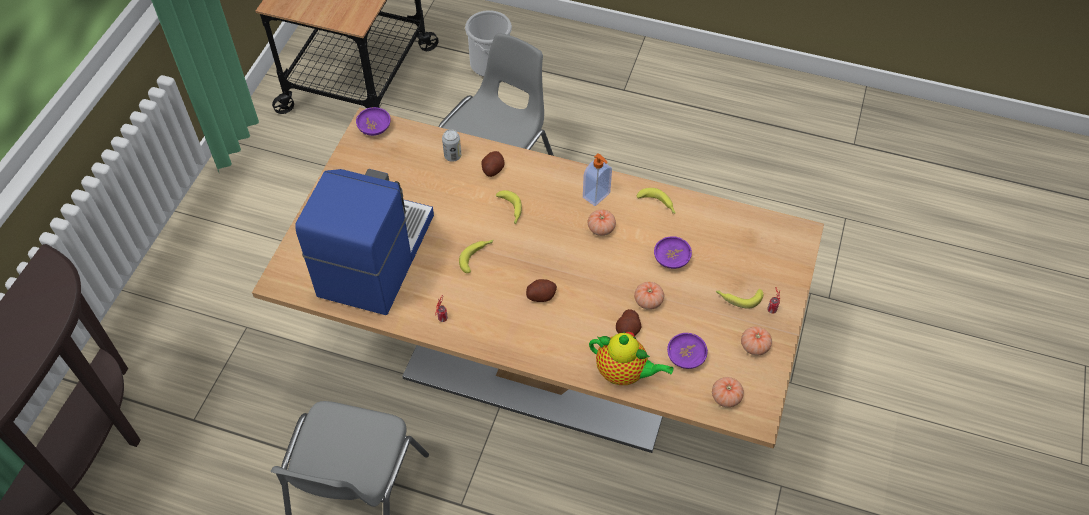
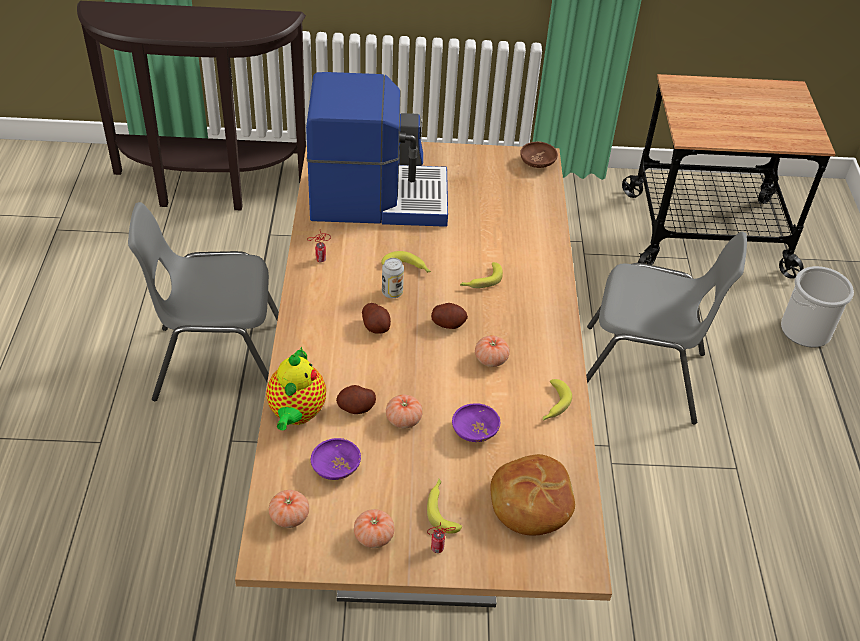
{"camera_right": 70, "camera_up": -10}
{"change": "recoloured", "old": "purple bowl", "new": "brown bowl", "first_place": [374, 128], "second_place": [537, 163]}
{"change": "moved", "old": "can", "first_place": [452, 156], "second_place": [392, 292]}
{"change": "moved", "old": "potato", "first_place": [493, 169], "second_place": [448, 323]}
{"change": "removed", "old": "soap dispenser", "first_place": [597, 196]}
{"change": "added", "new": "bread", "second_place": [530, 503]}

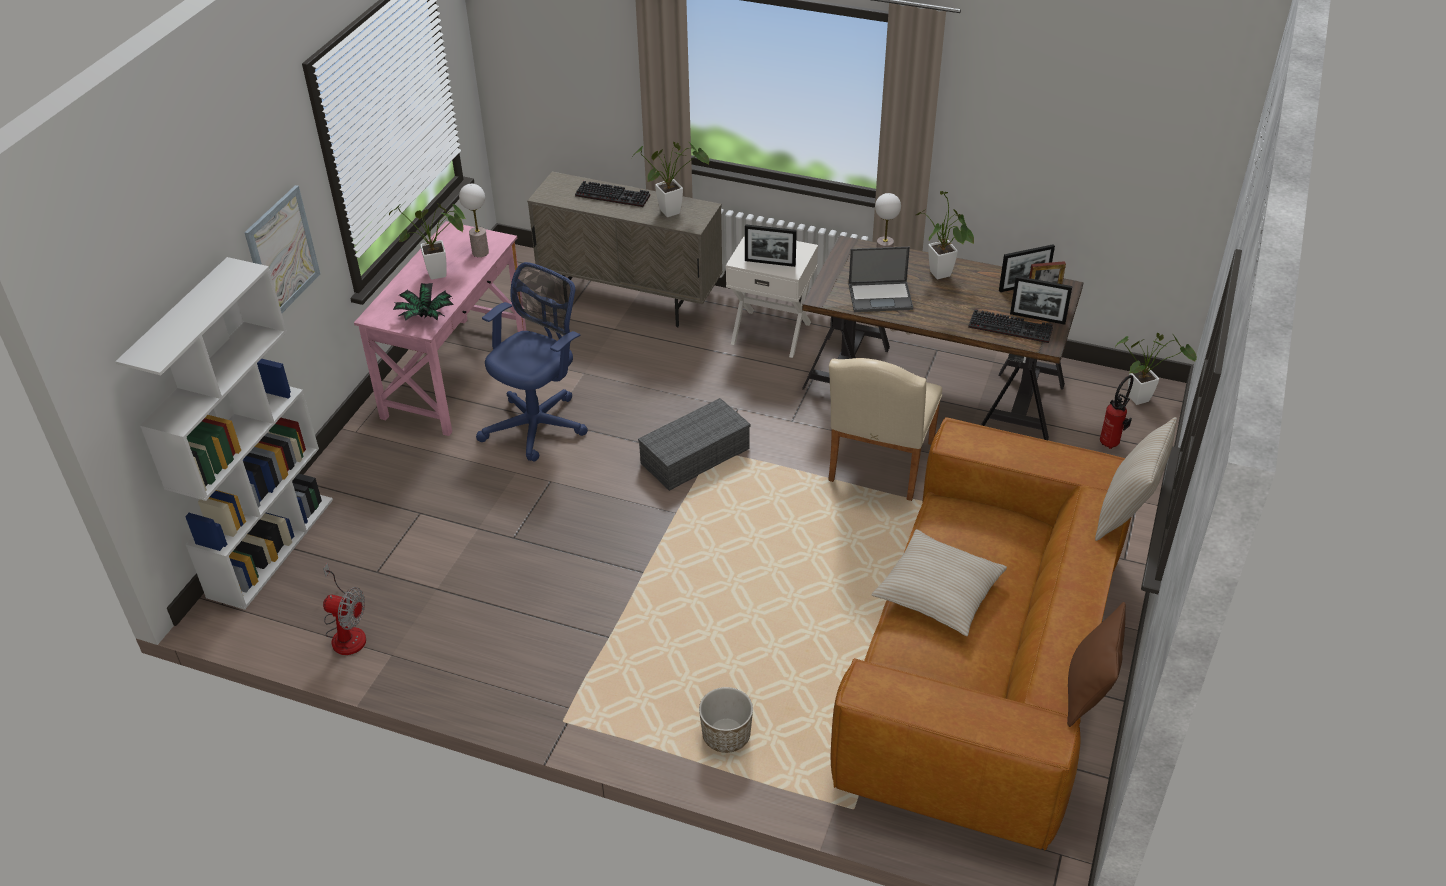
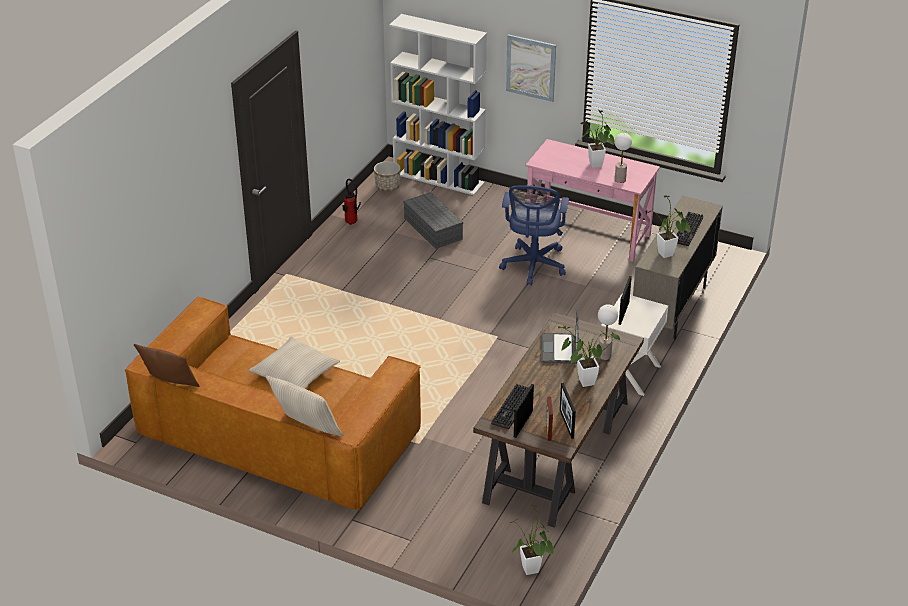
{"camera_right": 95, "camera_up": -5}
{"change": "turned", "old": "blue office chair", "first_place": [538, 424], "second_place": [533, 266], "degrees": 60}
{"change": "removed", "old": "potted plant", "first_place": [425, 316]}
{"change": "removed", "old": "beige chair", "first_place": [879, 467]}
{"change": "moved", "old": "fire extinguisher", "first_place": [1112, 442], "second_place": [351, 223]}
{"change": "moved", "old": "grey storage box", "first_place": [695, 454], "second_place": [434, 229]}
{"change": "removed", "old": "fan", "first_place": [346, 632]}
{"change": "moved", "old": "planter", "first_place": [726, 736], "second_place": [387, 186]}

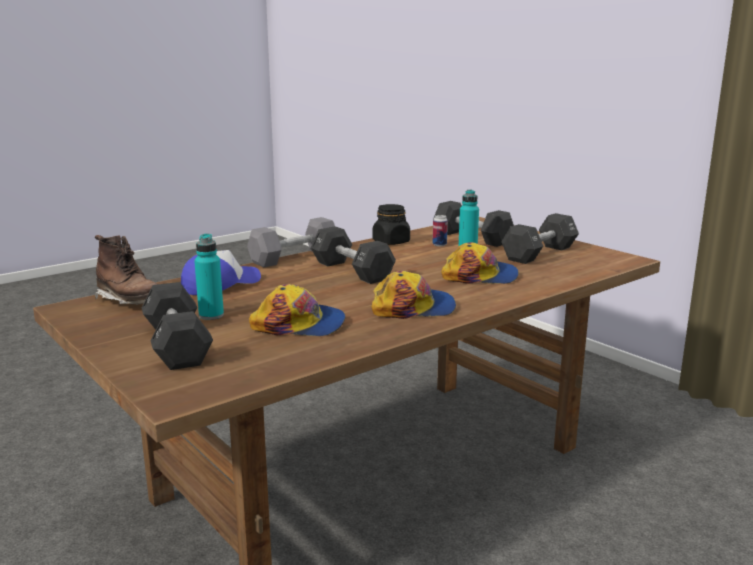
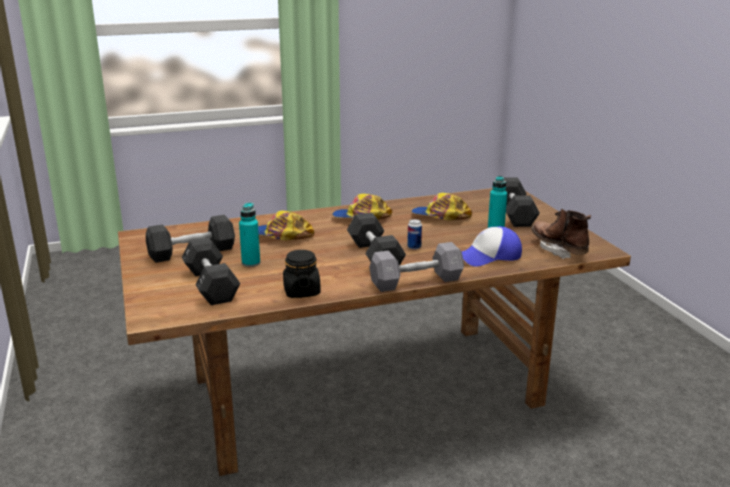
{"camera_right": -160, "camera_up": 5}
{"change": "moved", "old": "can", "first_place": [439, 245], "second_place": [414, 247]}

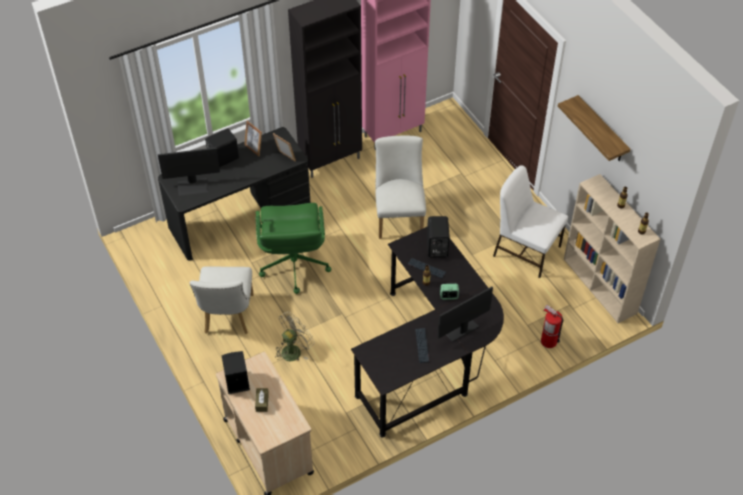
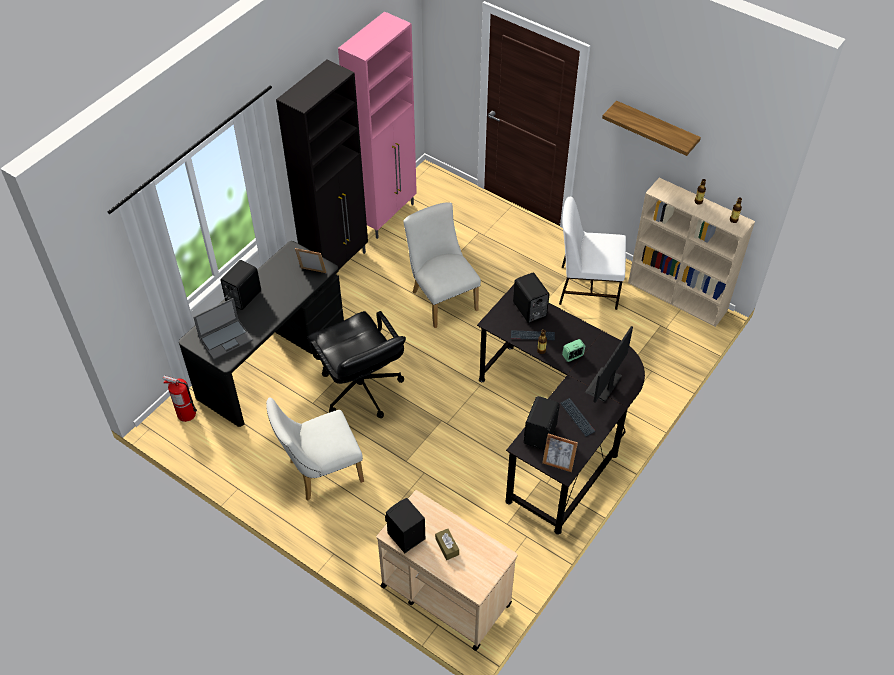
{"camera_right": -25, "camera_up": 0}
{"change": "moved", "old": "picture frame", "first_place": [254, 149], "second_place": [558, 464]}
{"change": "replaced", "old": "monitor", "new": "laptop", "first_place": [193, 186], "second_place": [226, 338]}
{"change": "recoloured", "old": "green office chair", "new": "black office chair", "first_place": [293, 266], "second_place": [361, 389]}
{"change": "turned", "old": "white chair", "first_place": [227, 318], "second_place": [320, 473], "degrees": 90}
{"change": "moved", "old": "fire extinguisher", "first_place": [548, 341], "second_place": [186, 414]}
{"change": "removed", "old": "beige fan", "first_place": [294, 350]}
{"change": "added", "new": "black speaker", "second_place": [541, 434]}

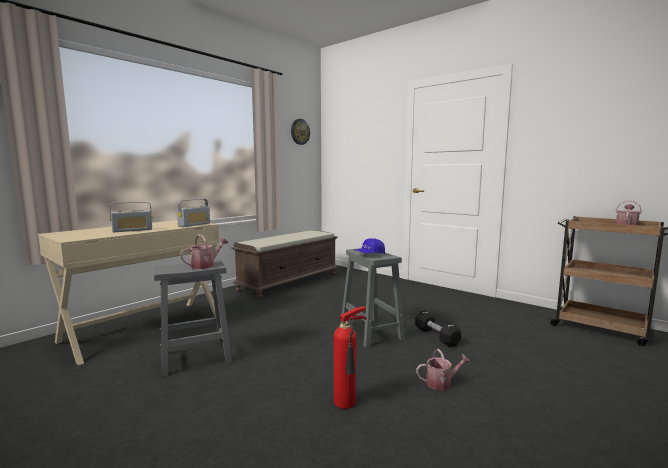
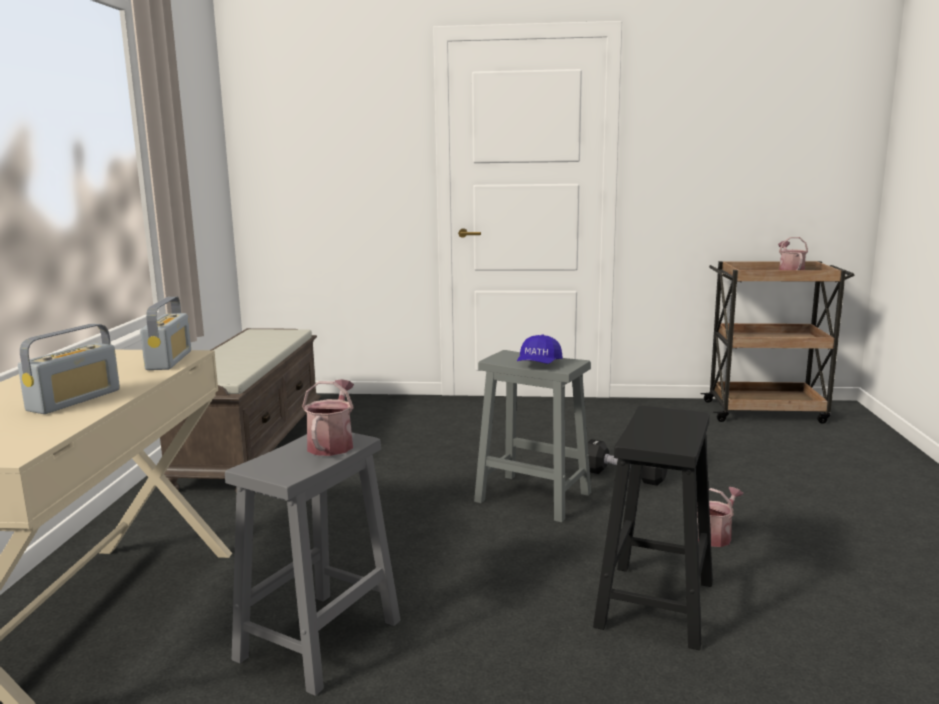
{"camera_right": -35, "camera_up": 5}
{"change": "removed", "old": "wall clock", "first_place": [300, 131]}
{"change": "replaced", "old": "fire extinguisher", "new": "black stool", "first_place": [347, 402], "second_place": [655, 605]}

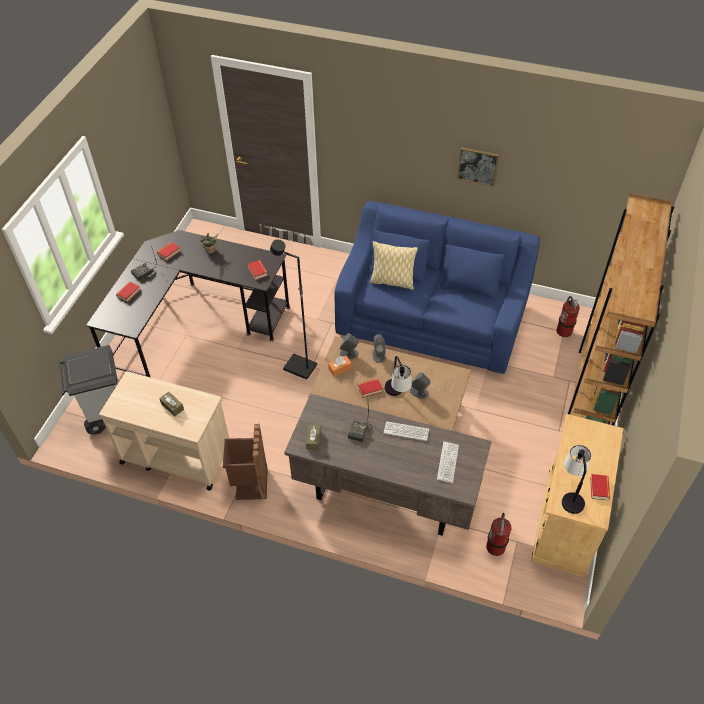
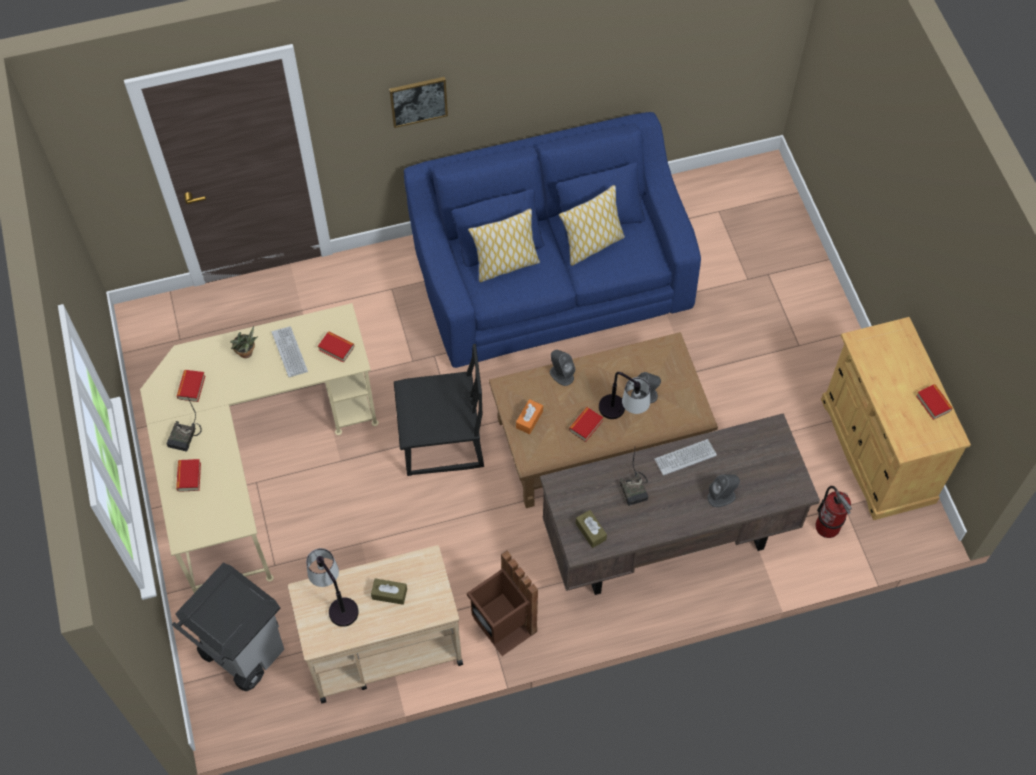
{"camera_right": -35, "camera_up": 10}
{"change": "moved", "old": "picture", "first_place": [478, 166], "second_place": [418, 101]}
{"change": "removed", "old": "brown bookcase", "first_place": [592, 393]}
{"change": "recoloured", "old": "black desk", "new": "beige desk", "first_place": [194, 324], "second_place": [254, 461]}
{"change": "replaced", "old": "black floor lamp", "new": "black chair", "first_place": [299, 368], "second_place": [442, 441]}
{"change": "removed", "old": "fire extinguisher", "first_place": [564, 331]}
{"change": "moved", "old": "grey speaker", "first_place": [349, 353], "second_place": [721, 497]}
{"change": "moved", "old": "keyboard", "first_place": [447, 462], "second_place": [289, 352]}
{"change": "moved", "old": "table lamp", "first_place": [570, 494], "second_place": [335, 601]}
{"change": "added", "new": "pillow", "second_place": [591, 245]}

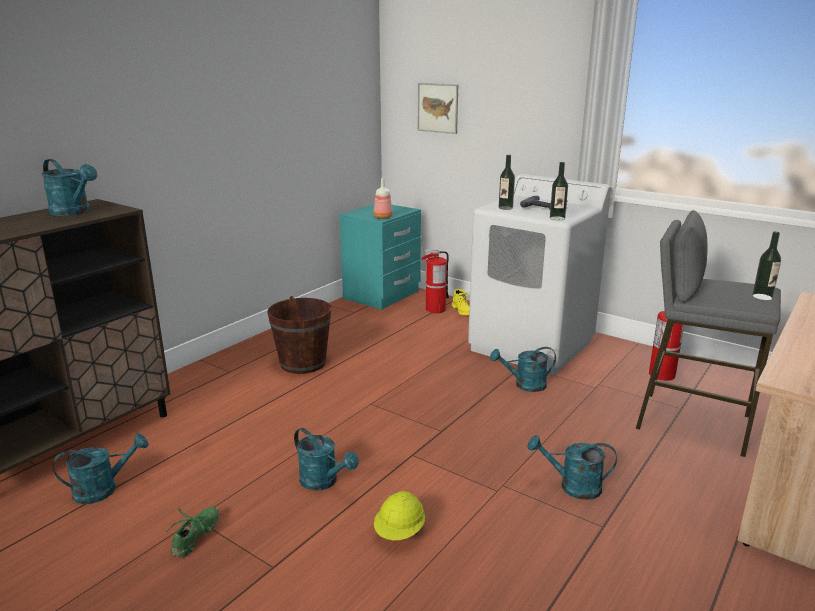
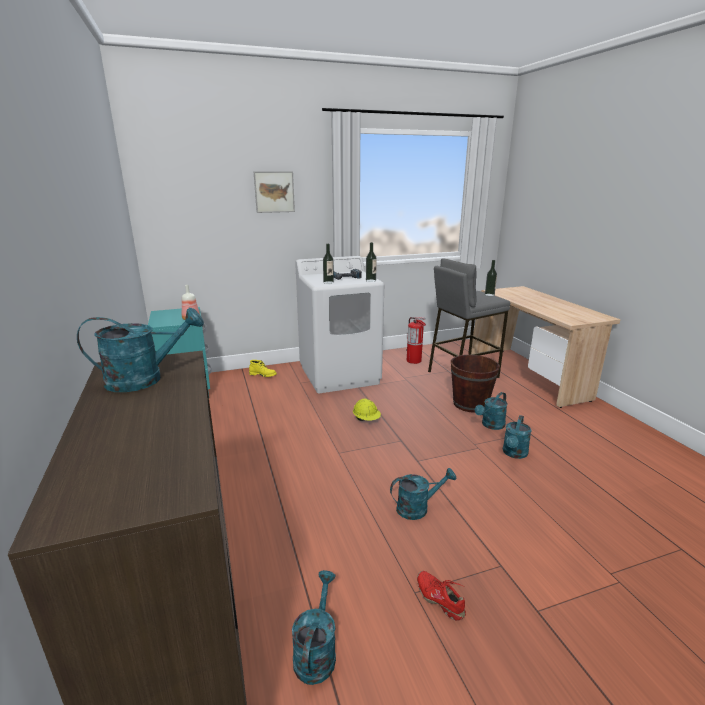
{"camera_right": -55, "camera_up": 0}
{"change": "moved", "old": "picture", "first_place": [437, 108], "second_place": [274, 192]}
{"change": "removed", "old": "fire extinguisher", "first_place": [435, 309]}
{"change": "moved", "old": "brown bucket", "first_place": [303, 363], "second_place": [470, 404]}
{"change": "moved", "old": "turquoise watering can", "first_place": [524, 385], "second_place": [514, 454]}
{"change": "moved", "old": "yellow hard hat", "first_place": [400, 532], "second_place": [366, 420]}
{"change": "recoloured", "old": "green shoe", "new": "red shoe", "first_place": [196, 537], "second_place": [440, 599]}

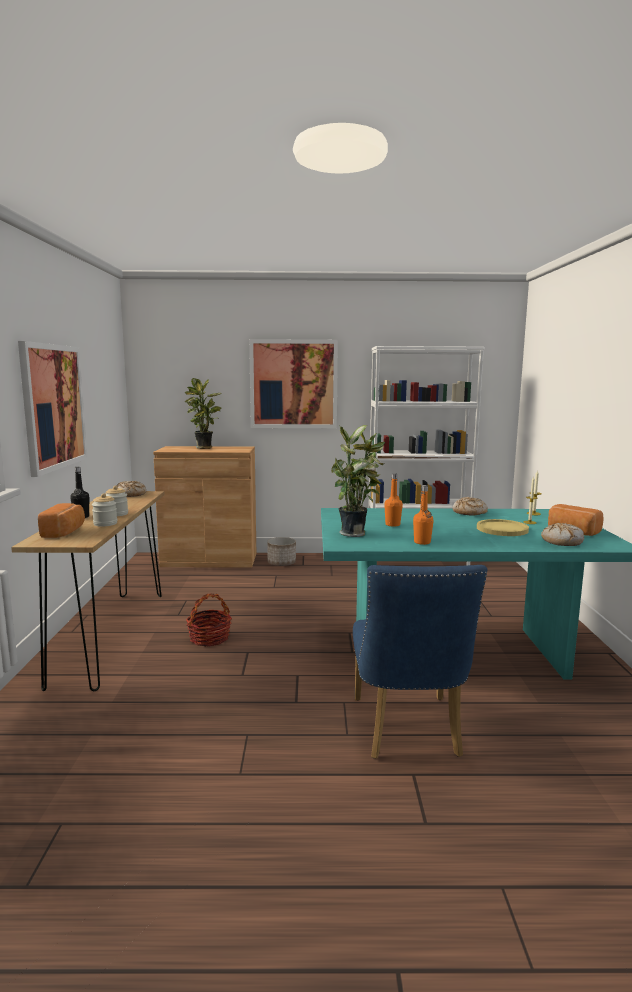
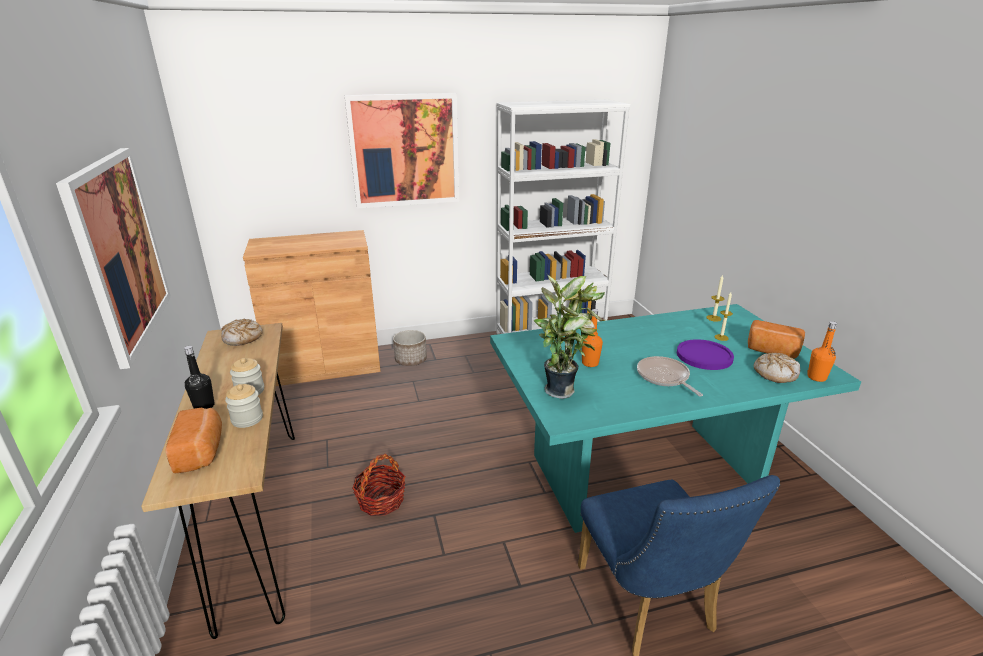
{"camera_right": -15, "camera_up": 15}
{"change": "removed", "old": "potted plant", "first_place": [204, 448]}
{"change": "moved", "old": "orange bottle", "first_place": [422, 542], "second_place": [816, 377]}
{"change": "removed", "old": "bread", "first_place": [469, 512]}
{"change": "recoloured", "old": "yellow plate", "new": "purple plate", "first_place": [502, 529], "second_place": [704, 356]}
{"change": "added", "new": "frying pan", "second_place": [664, 377]}

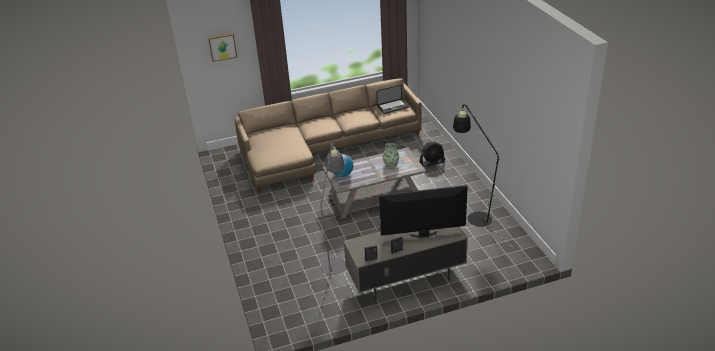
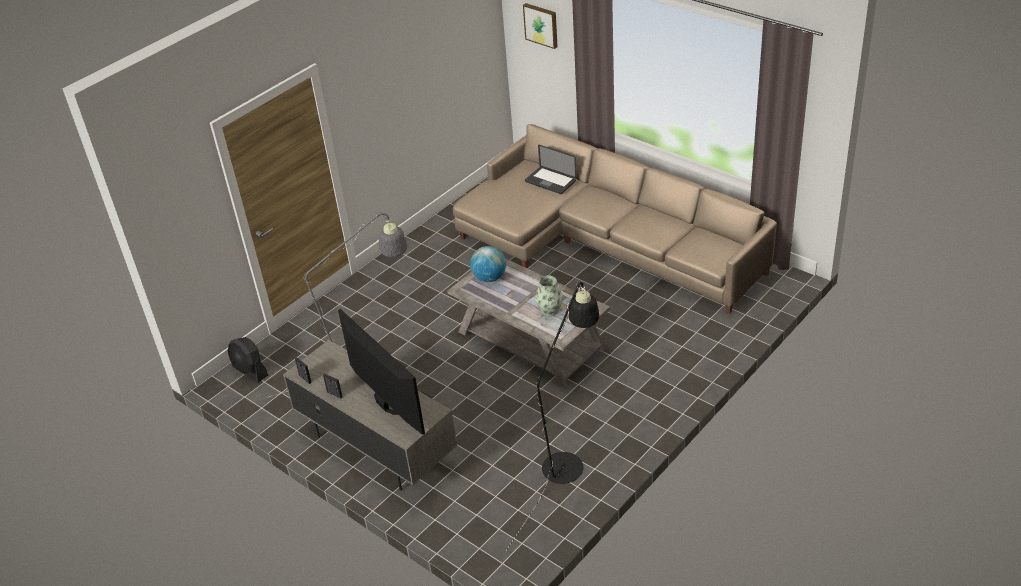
{"camera_right": 60, "camera_up": 5}
{"change": "moved", "old": "laptop", "first_place": [393, 107], "second_place": [550, 181]}
{"change": "moved", "old": "black fan", "first_place": [432, 163], "second_place": [250, 371]}

